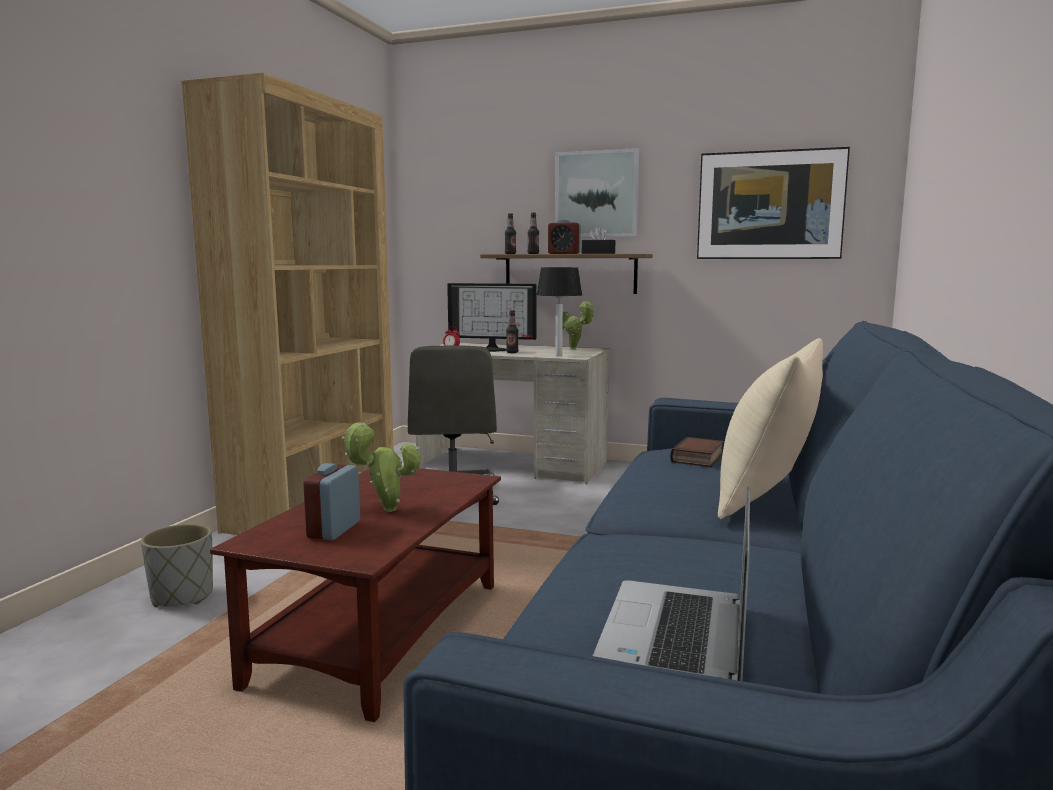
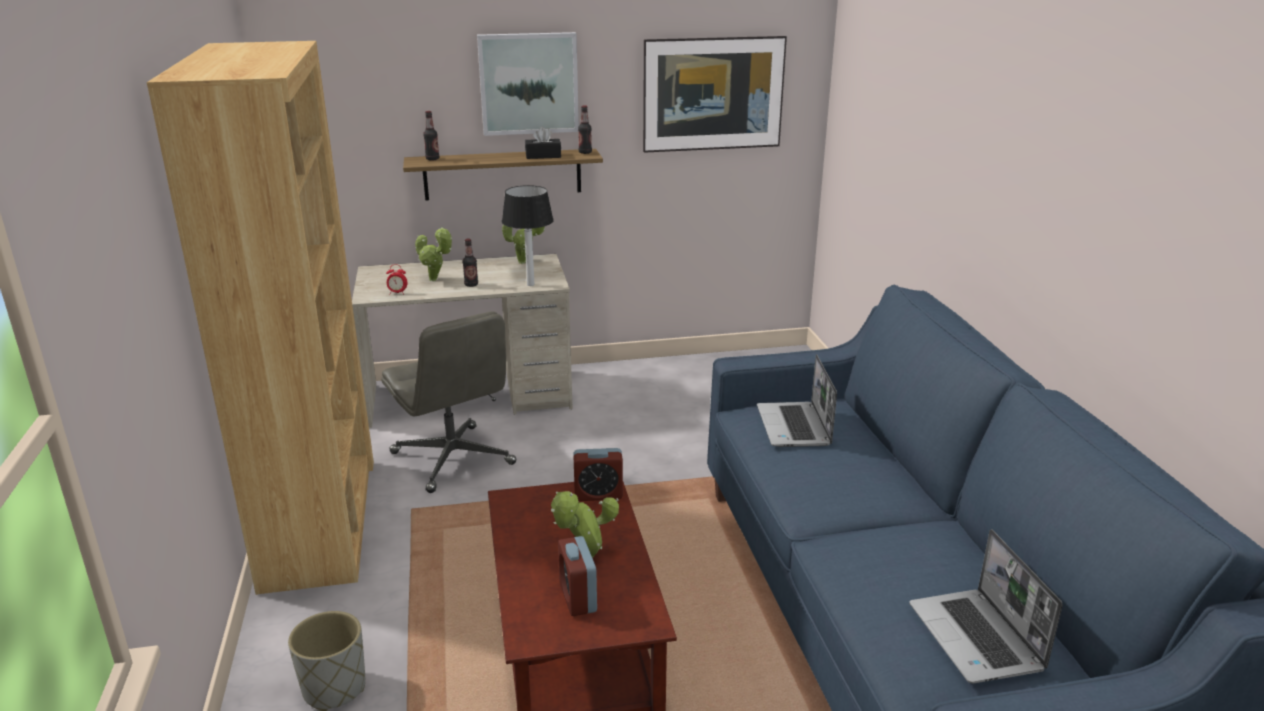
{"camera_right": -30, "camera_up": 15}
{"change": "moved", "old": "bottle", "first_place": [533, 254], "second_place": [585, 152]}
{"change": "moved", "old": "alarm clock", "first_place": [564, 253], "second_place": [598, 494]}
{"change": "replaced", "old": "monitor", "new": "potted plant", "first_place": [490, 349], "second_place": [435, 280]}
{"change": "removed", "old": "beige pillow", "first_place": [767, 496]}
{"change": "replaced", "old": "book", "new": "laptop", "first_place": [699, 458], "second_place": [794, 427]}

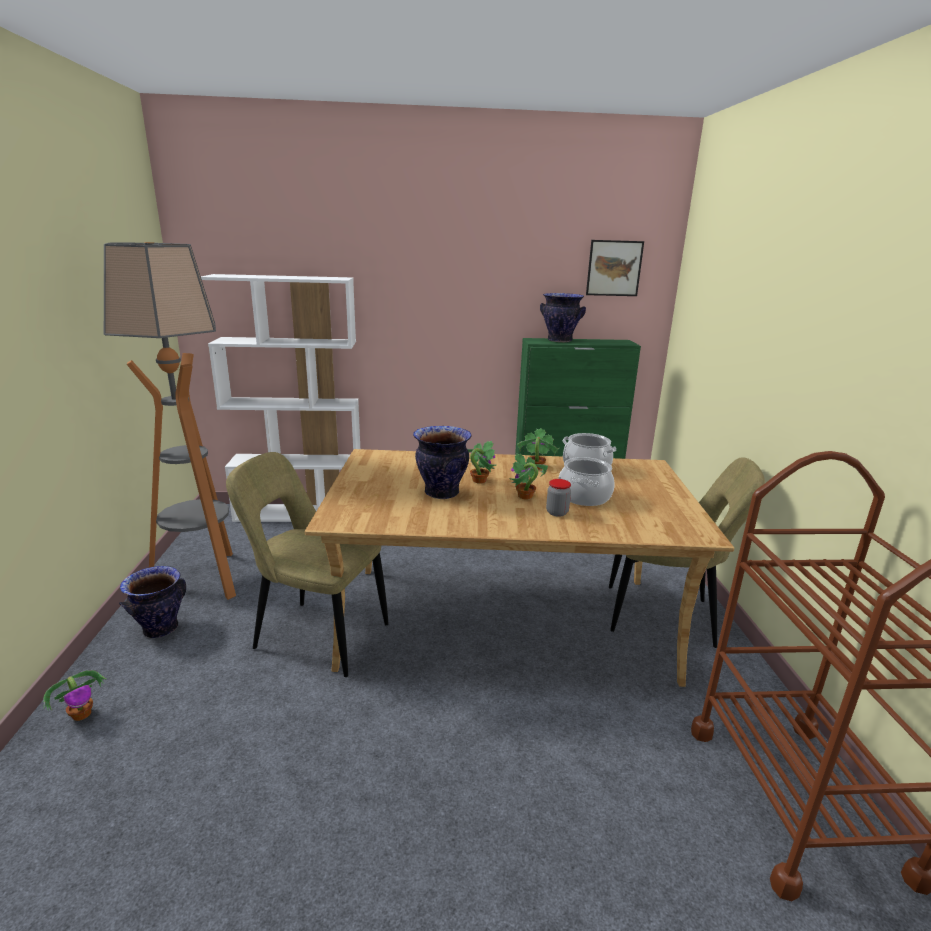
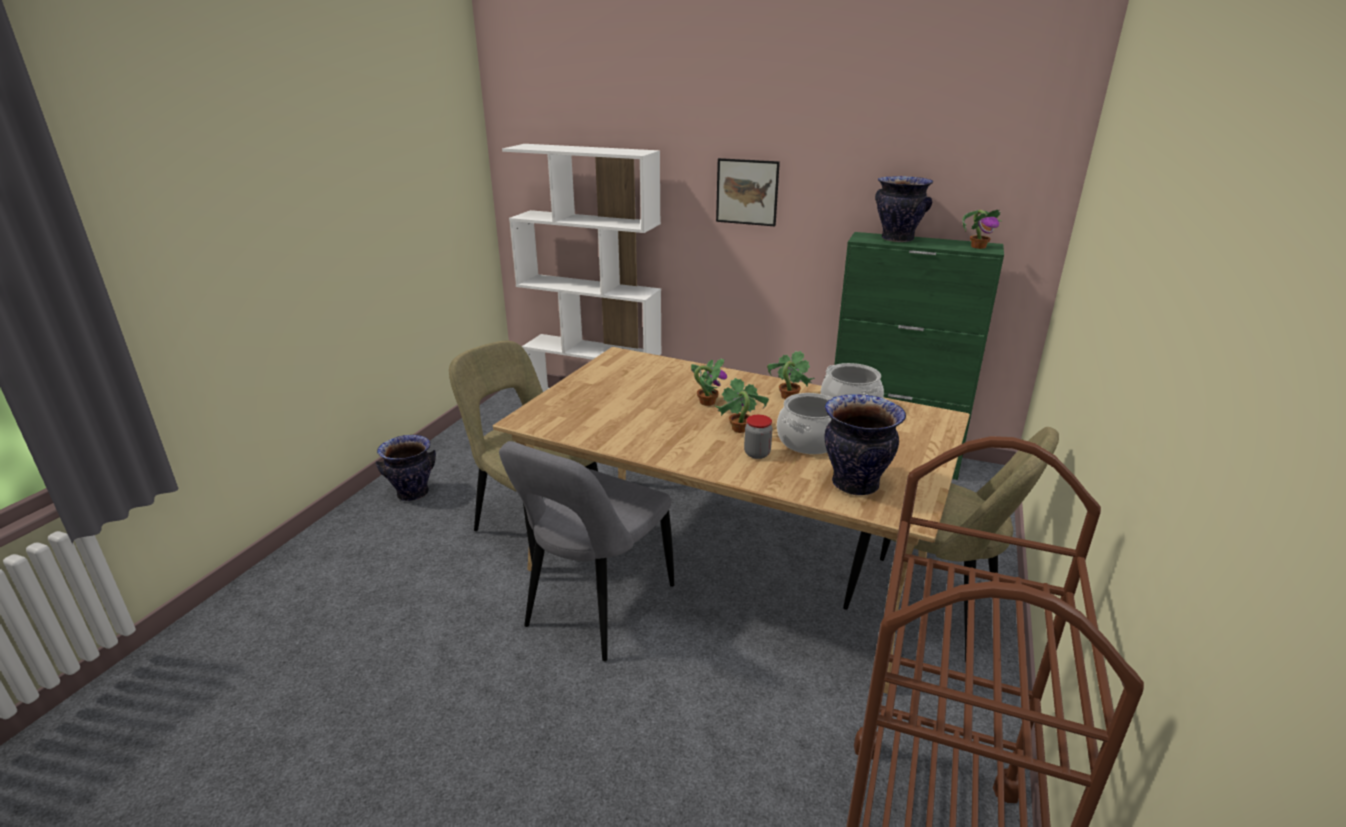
{"camera_right": 25, "camera_up": 5}
{"change": "moved", "old": "picture", "first_place": [614, 268], "second_place": [747, 192]}
{"change": "removed", "old": "floor lamp", "first_place": [204, 579]}
{"change": "moved", "old": "vase", "first_place": [442, 493], "second_place": [856, 484]}
{"change": "moved", "old": "potted plant", "first_place": [82, 714], "second_place": [978, 247]}
{"change": "added", "new": "grey chair", "second_place": [596, 609]}

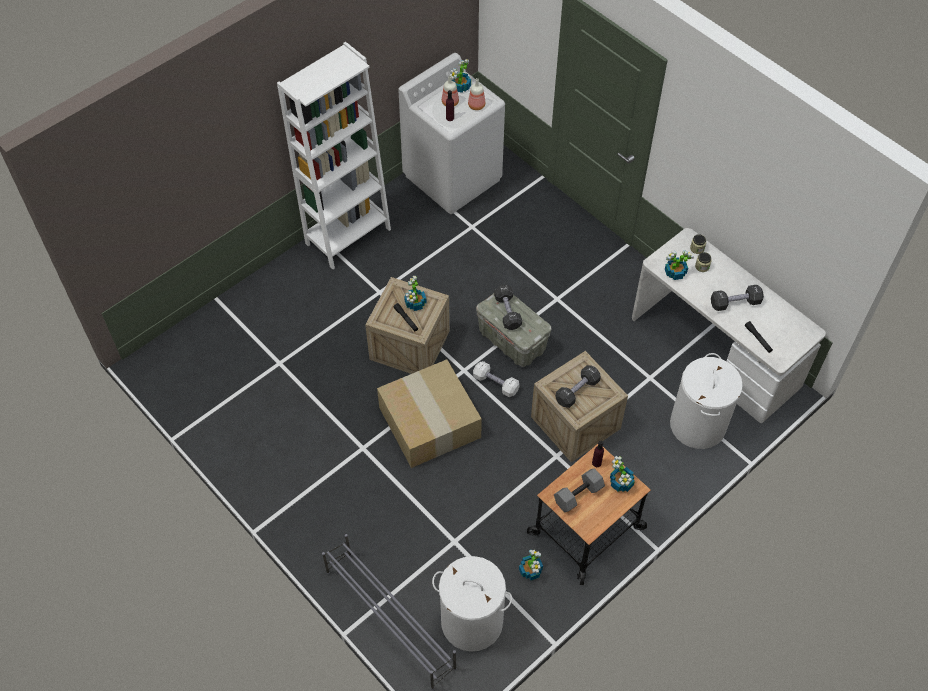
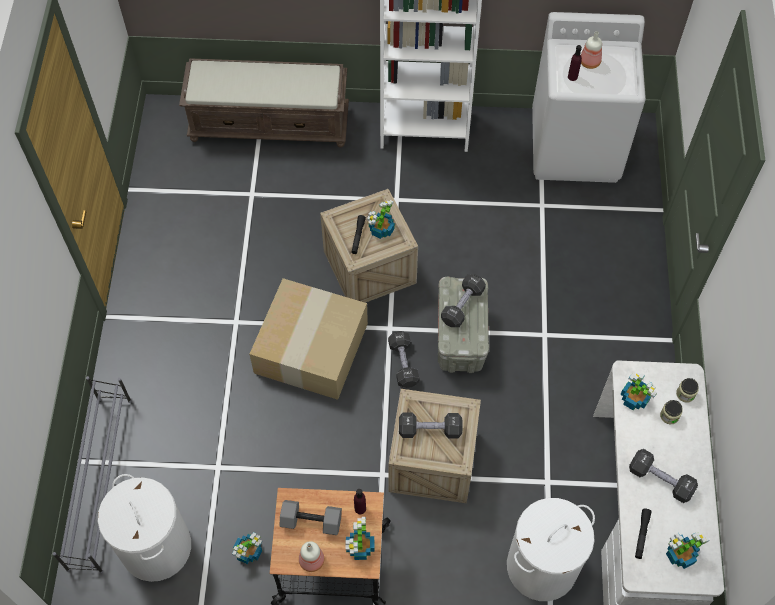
{"camera_right": 45, "camera_up": 5}
{"change": "moved", "old": "potted plant", "first_place": [460, 87], "second_place": [679, 554]}
{"change": "moved", "old": "bottle", "first_place": [476, 106], "second_place": [311, 561]}
{"change": "recoloured", "old": "white dumbbell", "new": "black dumbbell", "first_place": [495, 383], "second_place": [403, 363]}
{"change": "added", "new": "brown bench", "second_place": [270, 124]}

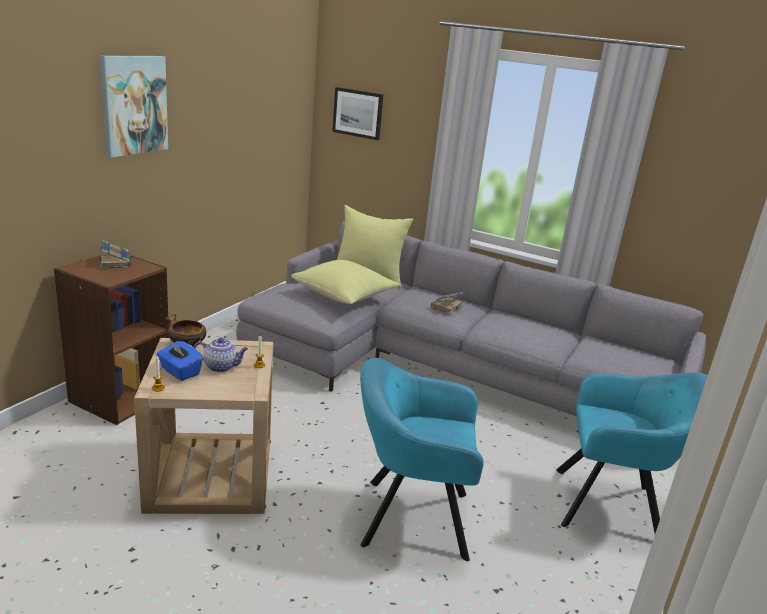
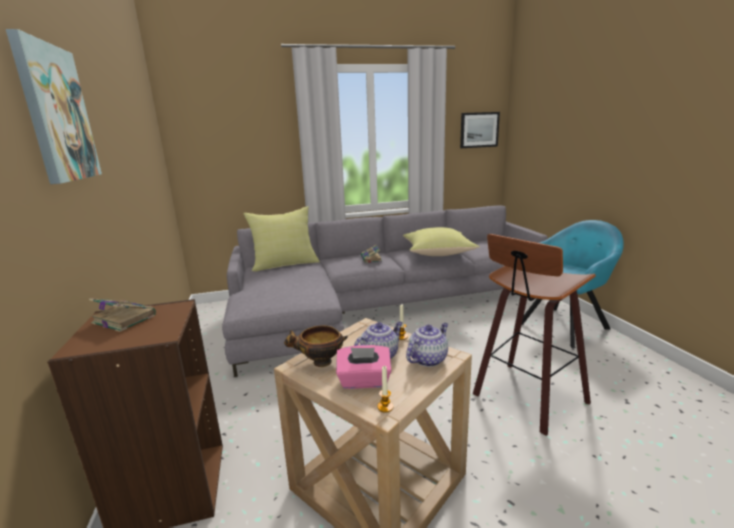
{"camera_right": -40, "camera_up": -5}
{"change": "moved", "old": "picture", "first_place": [358, 113], "second_place": [479, 130]}
{"change": "moved", "old": "yellow pillow", "first_place": [345, 297], "second_place": [438, 253]}
{"change": "recoloured", "old": "blue tissue box", "new": "pink tissue box", "first_place": [179, 372], "second_place": [364, 381]}
{"change": "replaced", "old": "turquoise armchair", "new": "stool", "first_place": [410, 517], "second_place": [526, 398]}
{"change": "added", "new": "teapot", "second_place": [428, 359]}

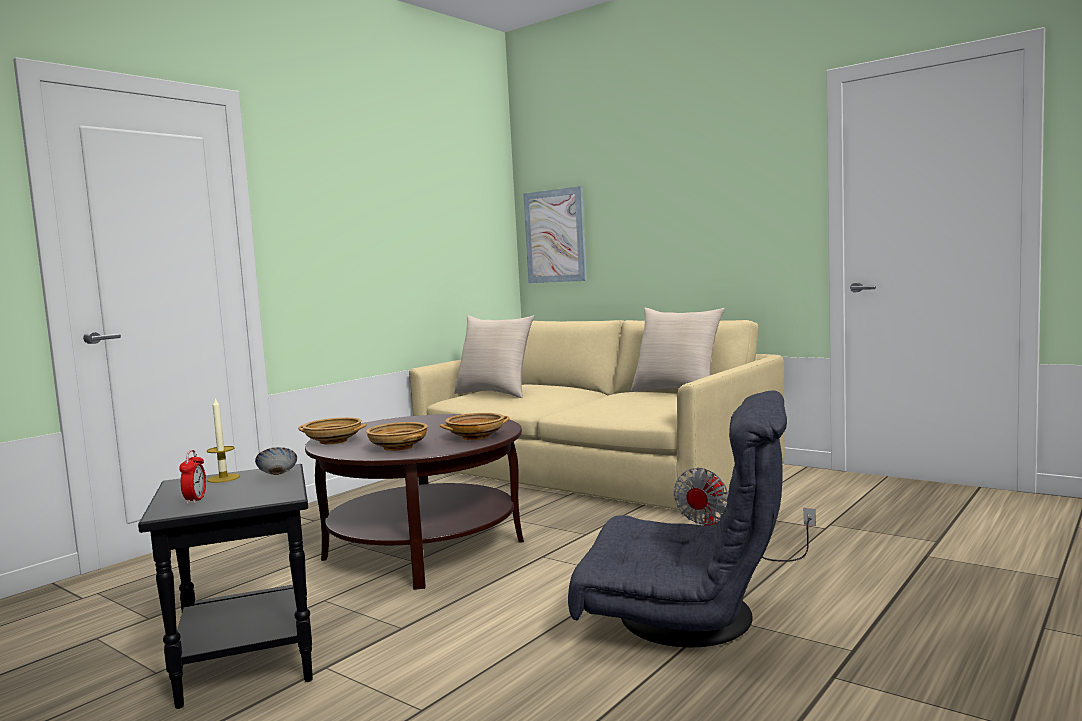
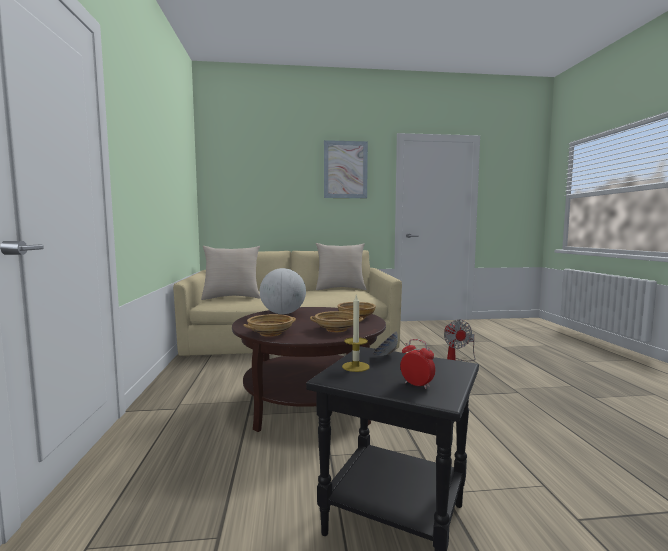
{"camera_right": -45, "camera_up": 0}
{"change": "moved", "old": "picture", "first_place": [555, 236], "second_place": [345, 170]}
{"change": "removed", "old": "grey armchair", "first_place": [685, 621]}
{"change": "added", "new": "globe", "second_place": [283, 313]}

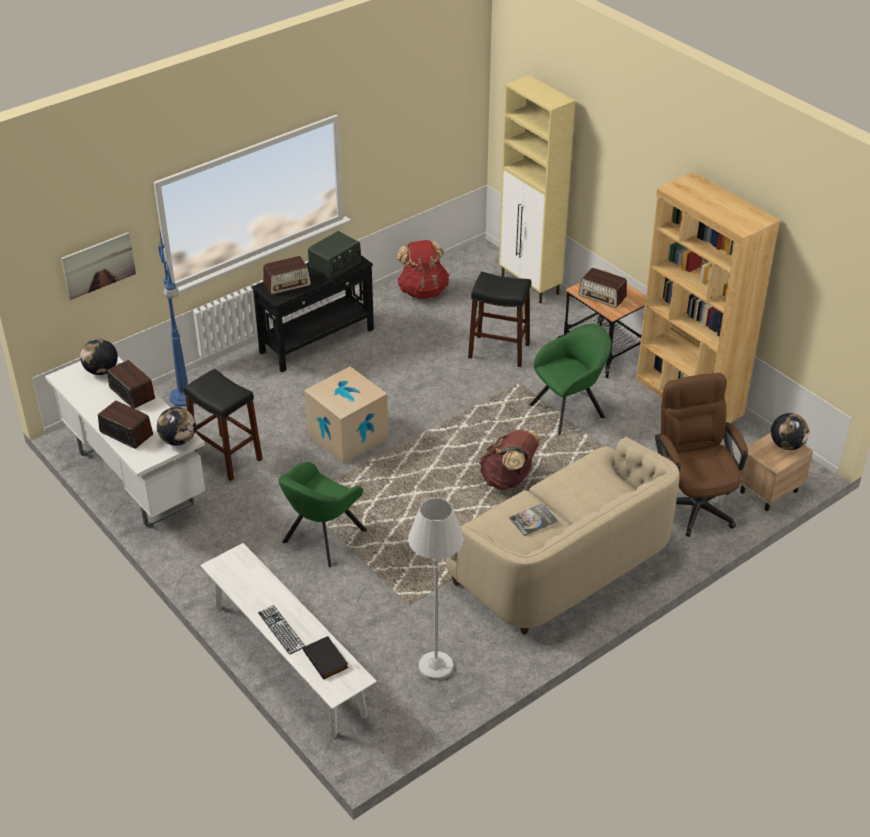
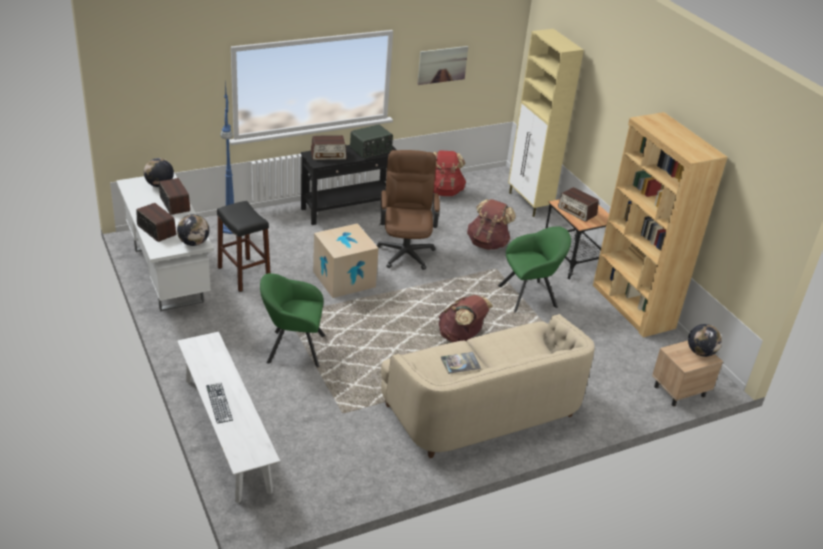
{"camera_right": 10, "camera_up": -5}
{"change": "moved", "old": "picture", "first_place": [98, 265], "second_place": [442, 65]}
{"change": "replaced", "old": "black stool", "new": "brown backpack", "first_place": [499, 351], "second_place": [488, 243]}
{"change": "moved", "old": "brown office chair", "first_place": [693, 501], "second_place": [406, 250]}
{"change": "turned", "old": "green armchair", "first_place": [322, 539], "second_place": [292, 348], "degrees": 45}
{"change": "removed", "old": "white floor lamp", "first_place": [436, 667]}
{"change": "removed", "old": "black book", "first_place": [326, 659]}

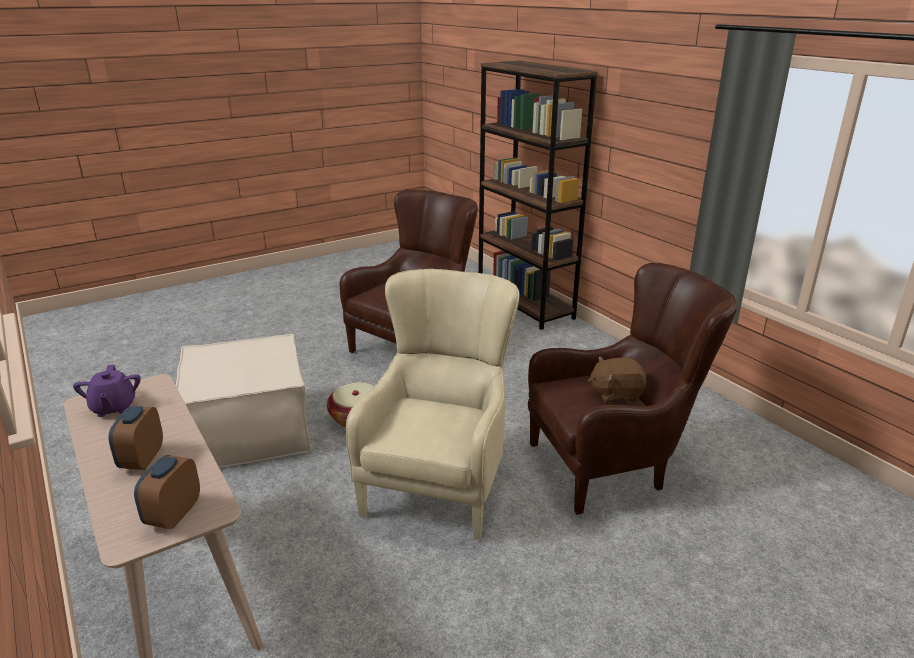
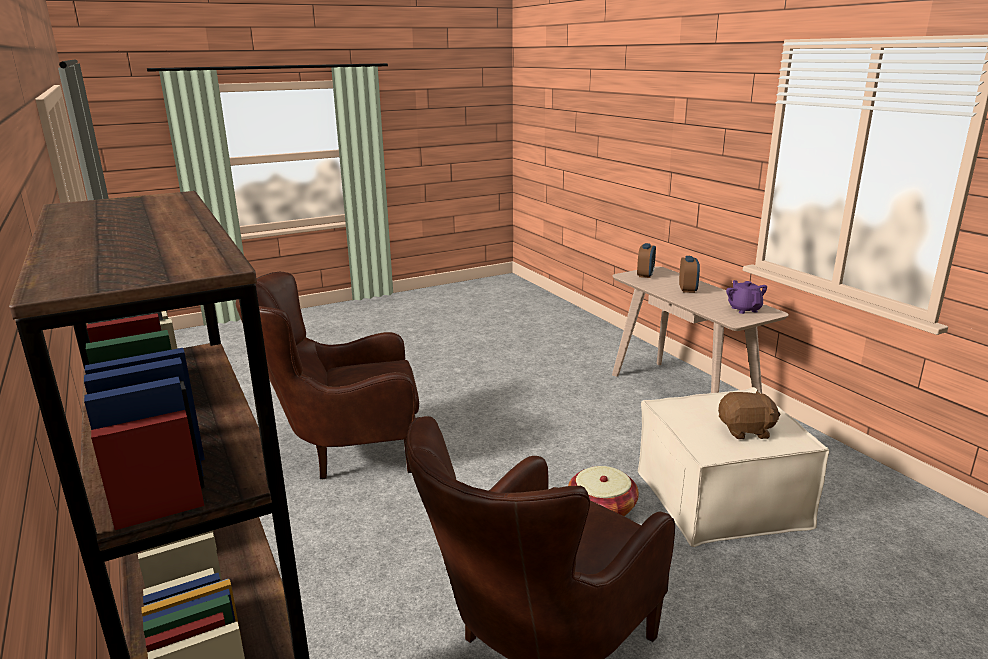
{"camera_right": -175, "camera_up": -5}
{"change": "removed", "old": "beige armchair", "first_place": [440, 481]}
{"change": "moved", "old": "brown plush toy", "first_place": [615, 394], "second_place": [746, 431]}

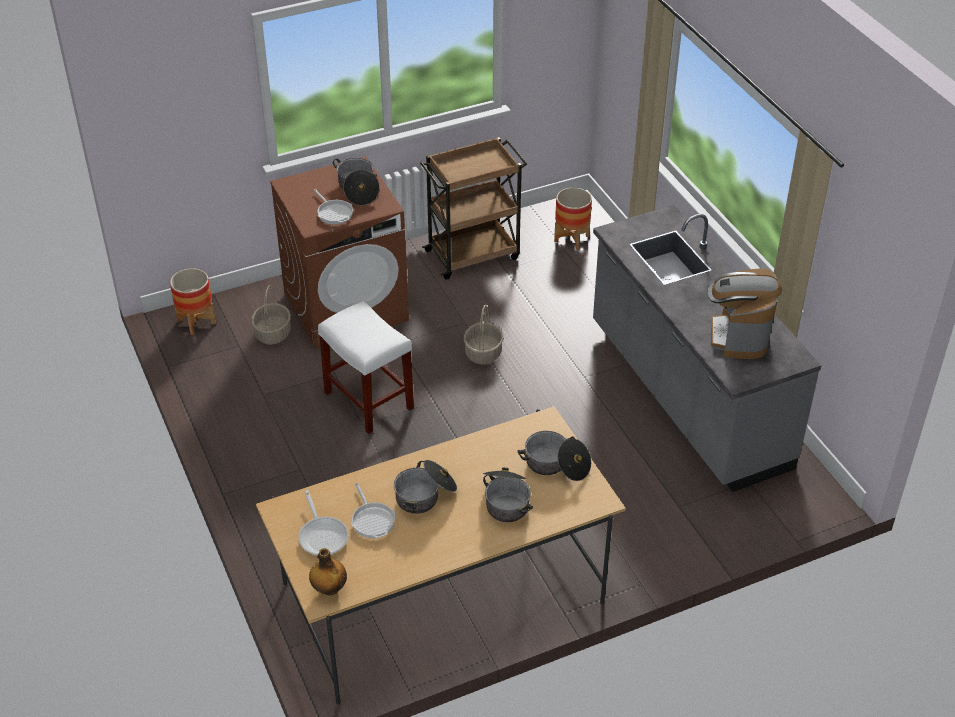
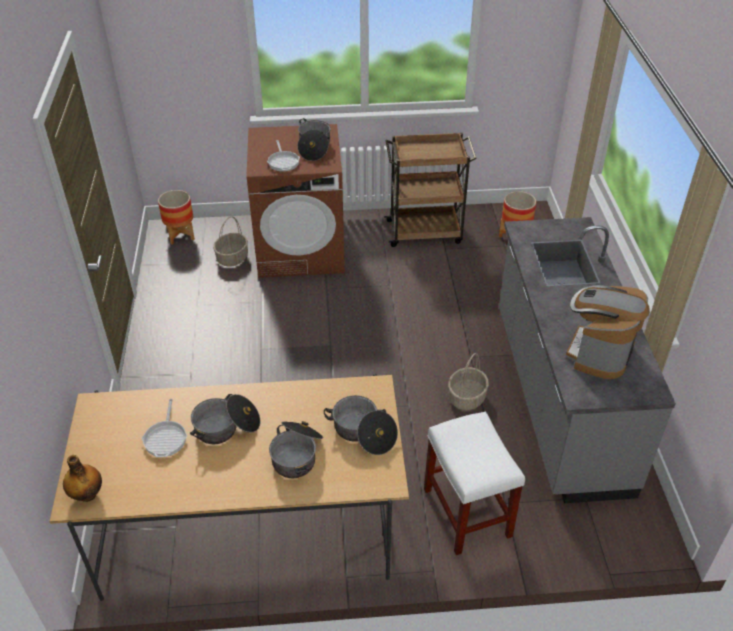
{"camera_right": 20, "camera_up": 0}
{"change": "moved", "old": "white stool", "first_place": [370, 401], "second_place": [468, 513]}
{"change": "moved", "old": "basket", "first_place": [483, 353], "second_place": [466, 398]}
{"change": "removed", "old": "frying pan", "first_place": [322, 535]}

